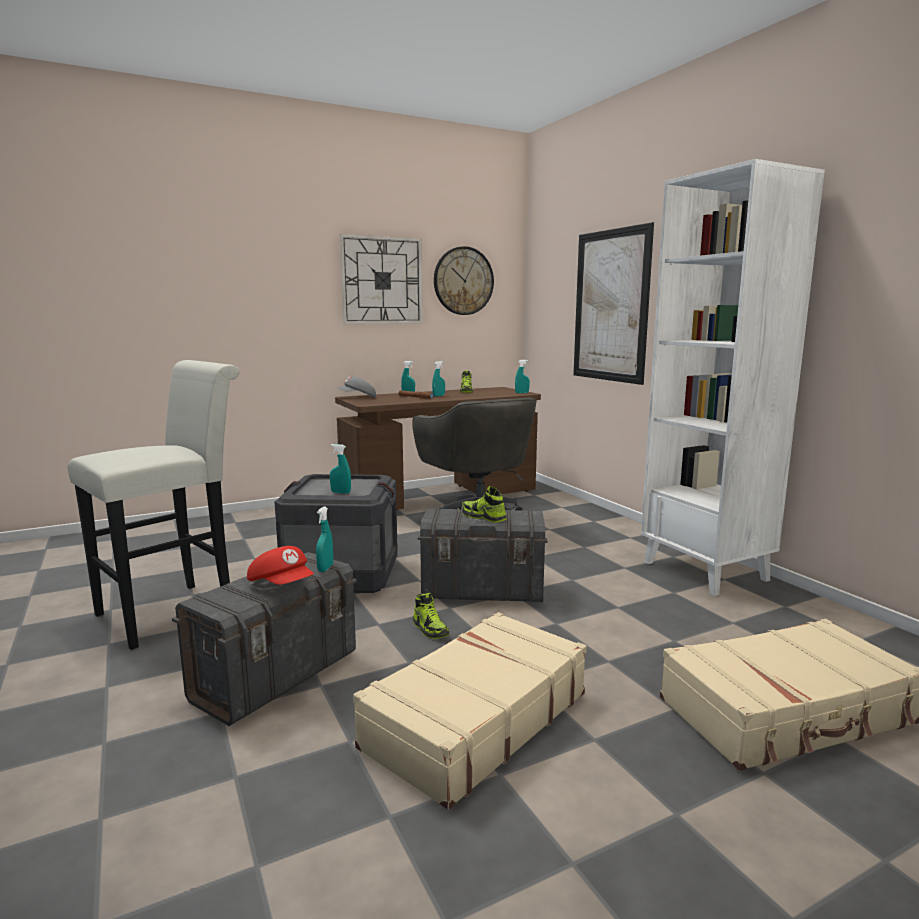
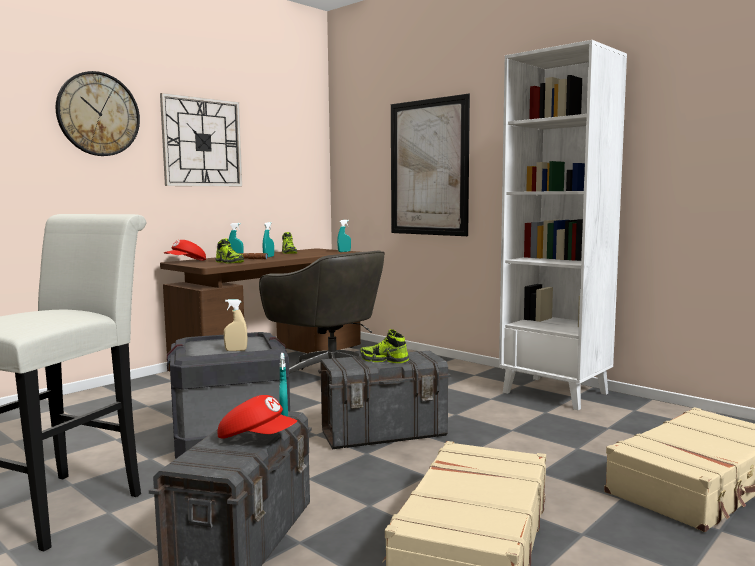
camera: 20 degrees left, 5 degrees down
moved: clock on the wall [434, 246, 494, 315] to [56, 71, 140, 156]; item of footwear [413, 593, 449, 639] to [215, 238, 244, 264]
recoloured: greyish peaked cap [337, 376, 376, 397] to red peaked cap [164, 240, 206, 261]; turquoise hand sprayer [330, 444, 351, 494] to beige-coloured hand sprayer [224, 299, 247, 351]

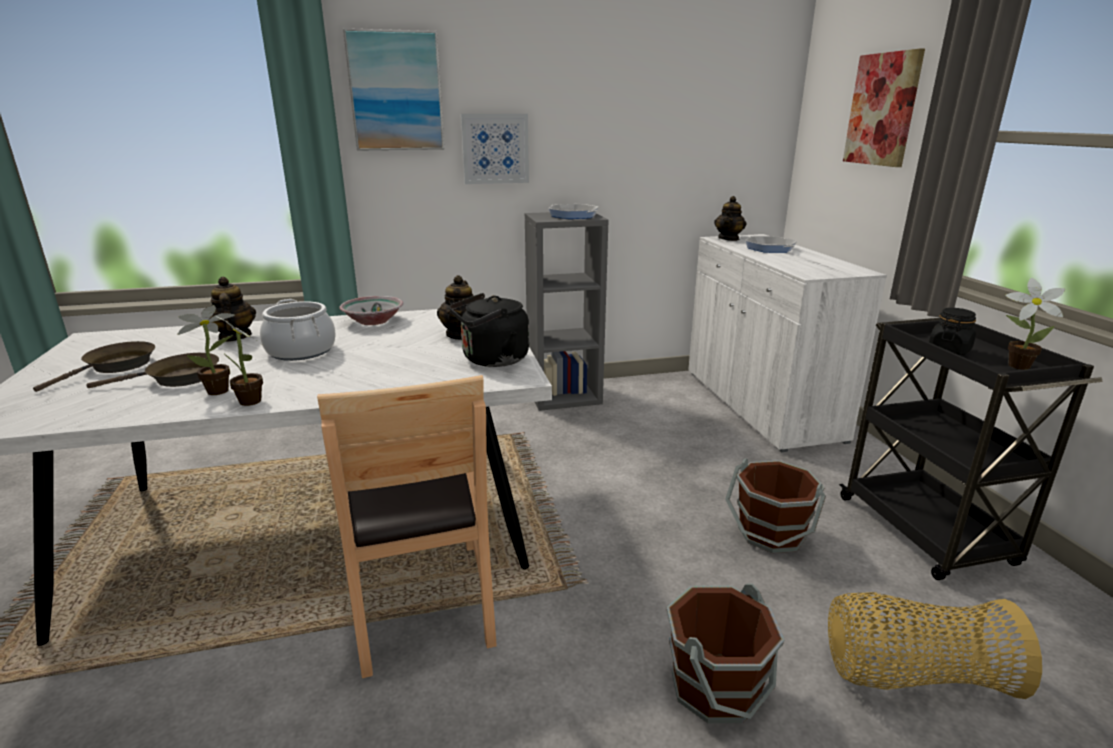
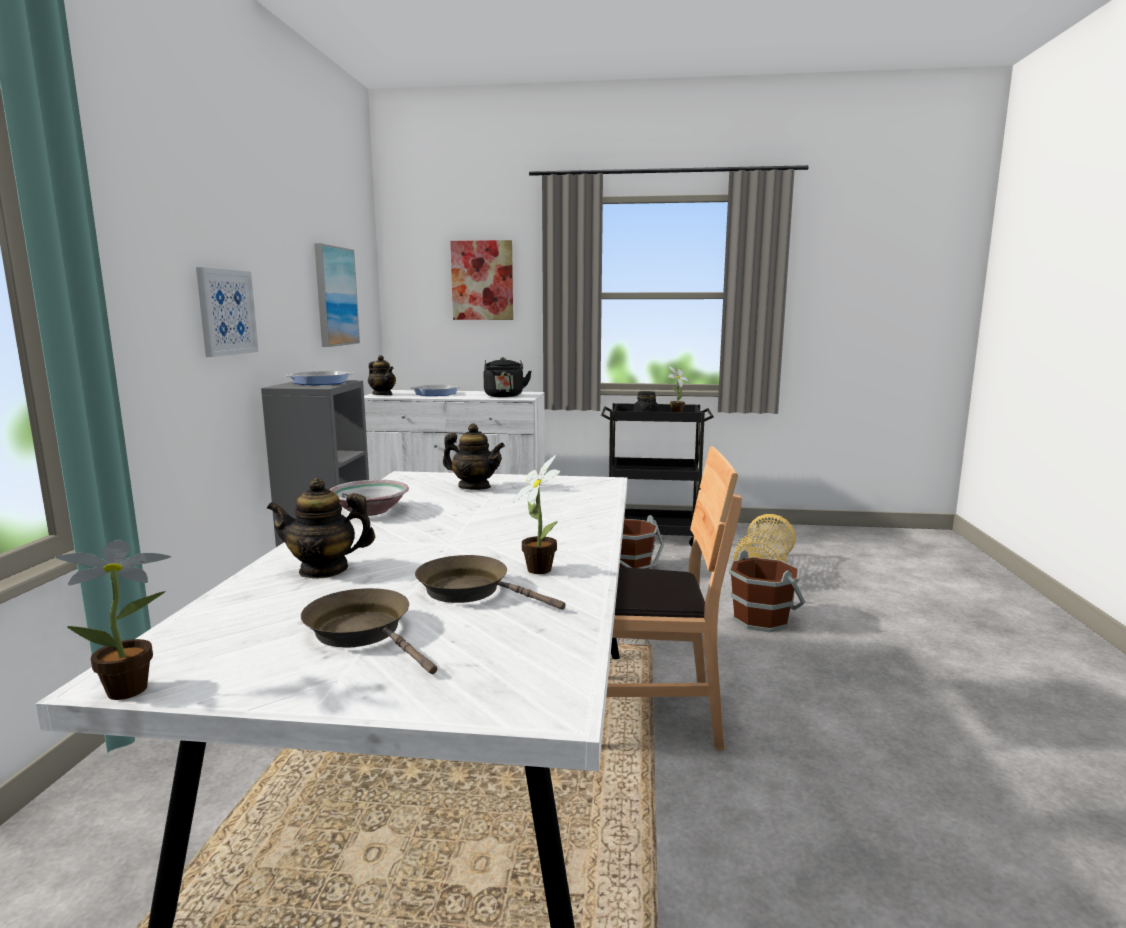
camera: 70 degrees left, 10 degrees down
removed: stockpot [260, 299, 336, 361]
moved: wall art [343, 28, 444, 151] to [314, 243, 360, 347]; black-coloured water kettle [449, 293, 529, 367] to [484, 357, 532, 397]; houseplant [213, 315, 263, 406] to [55, 540, 171, 700]
turned: brown frying pan [87, 353, 219, 388] = [415, 555, 566, 610] 60 degrees counterclockwise

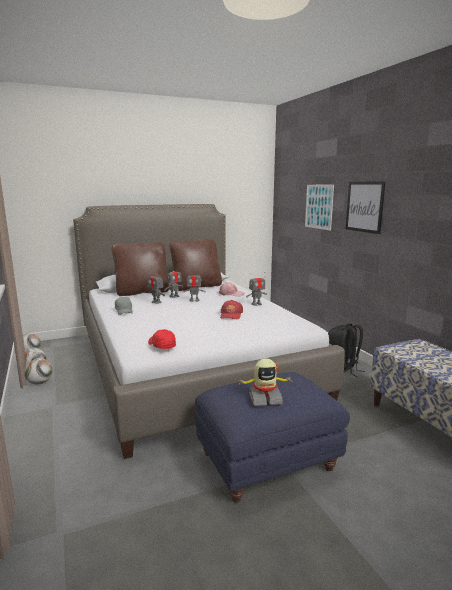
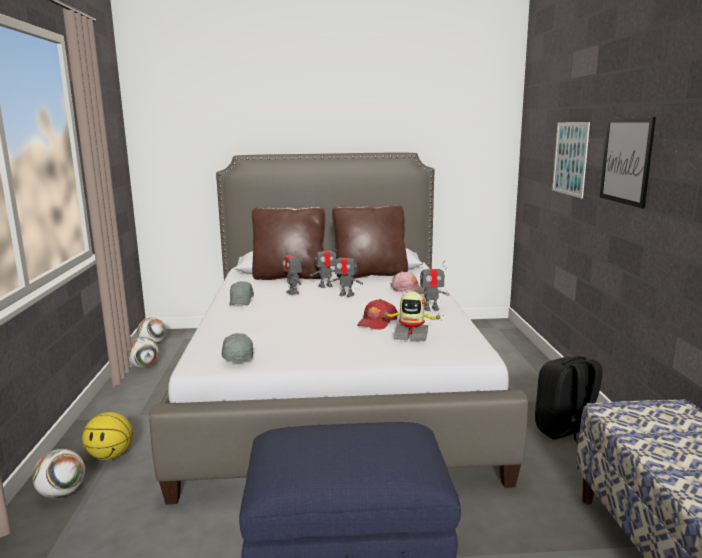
camera: 20 degrees right, 0 degrees up
added: basketball ball [82, 412, 133, 460]
moved: ball for football [24, 358, 53, 385] to [32, 449, 85, 499]; toy robot [237, 358, 291, 406] to [382, 291, 443, 341]
recoloured: red peaked cap [148, 329, 176, 349] to greyish peaked cap [222, 333, 253, 362]

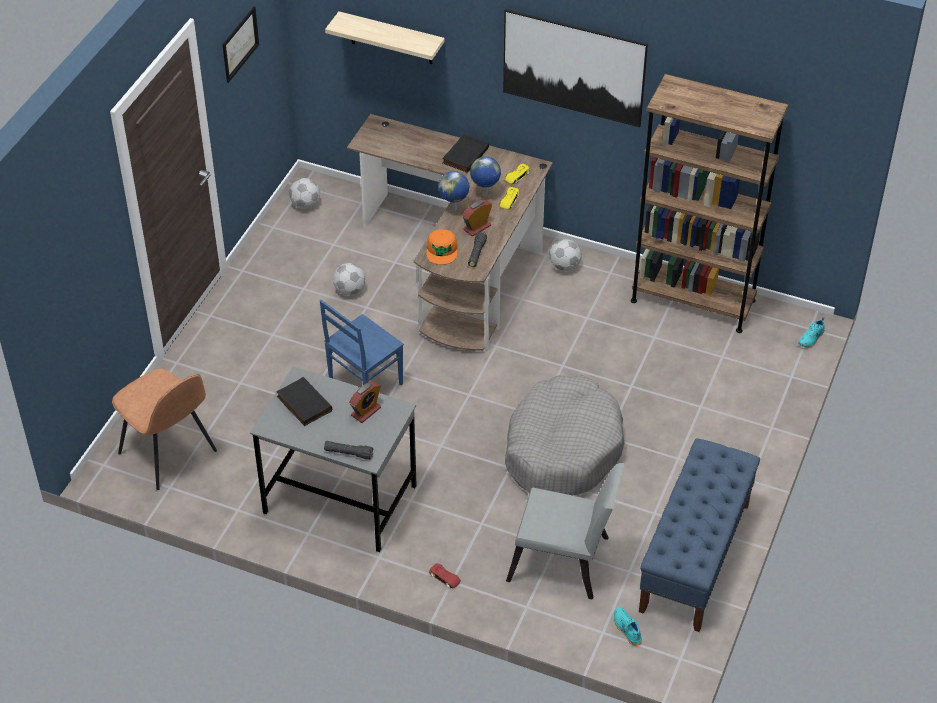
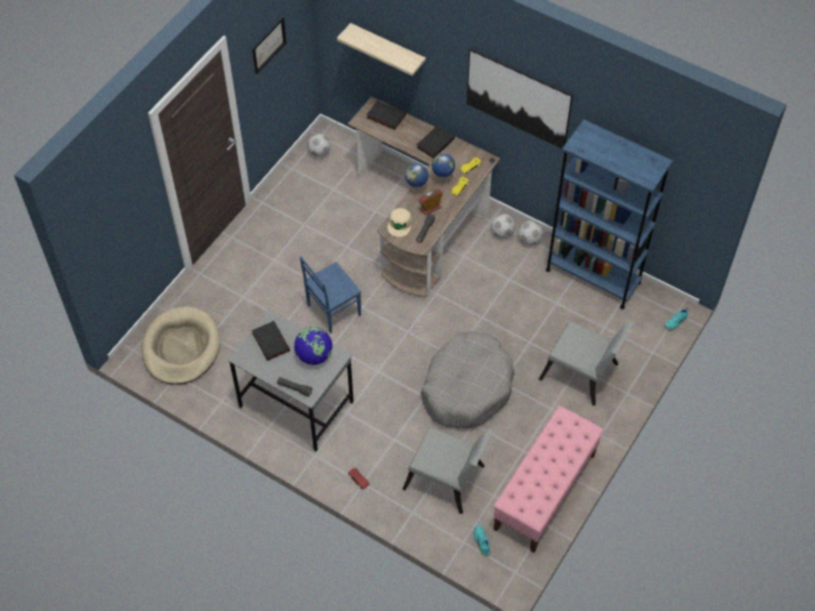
camera: 10 degrees right, 10 degrees up
added: black-coloured volume [366, 100, 406, 130]; greyish upright chair [539, 321, 634, 406]
moved: ball for football [333, 263, 365, 295] to [518, 221, 543, 245]
replaced: brown upright chair [112, 369, 217, 490] to beige-coloured pet bed [141, 307, 220, 385]; alarm clock [349, 381, 381, 423] to desk globe [294, 327, 332, 365]
recoloured: brown bookshelf [631, 74, 788, 333] to blue-coloured bookshelf [546, 120, 673, 309]; orange peaked cap [426, 229, 457, 265] to beige-coloured peaked cap [387, 208, 412, 237]; blue-coloured bench [639, 438, 760, 632] to pink-coloured bench [493, 406, 604, 553]

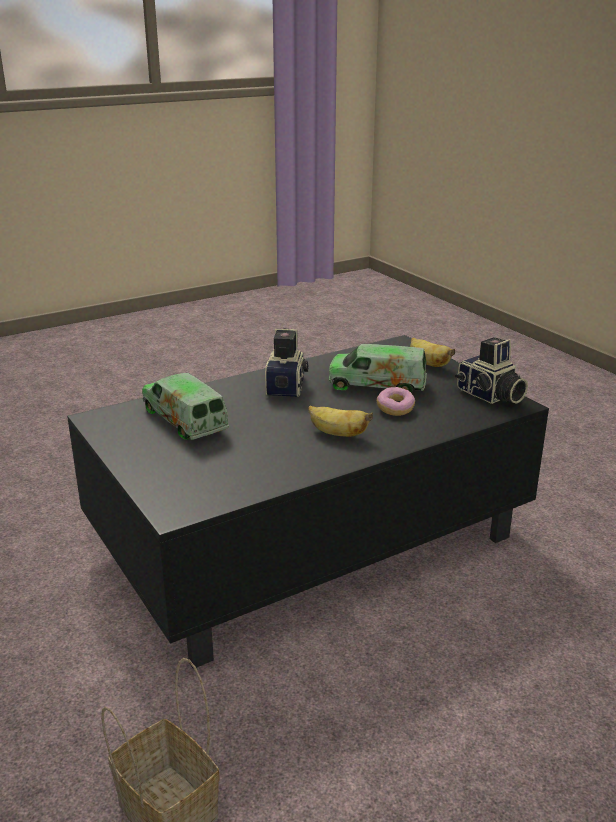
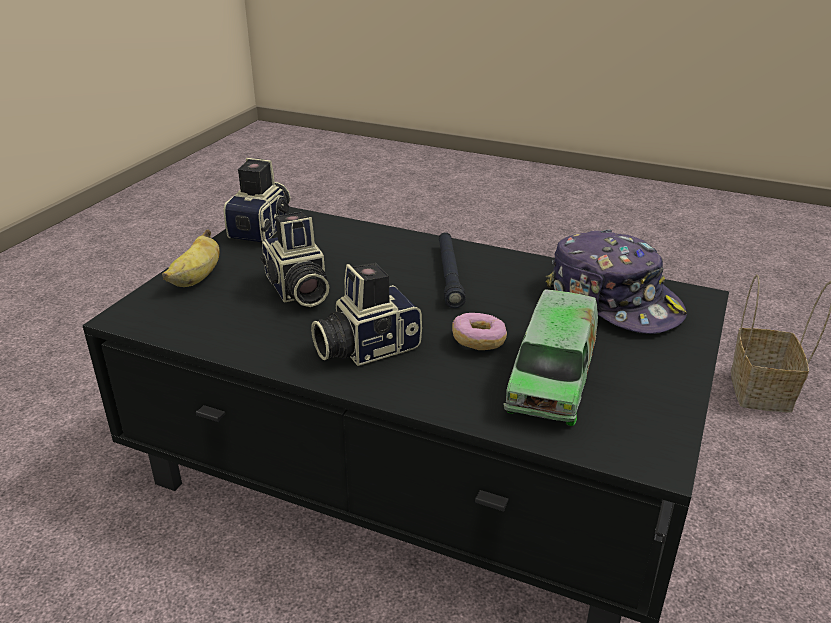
camera: 125 degrees left, 5 degrees up
added: peaked cap [545, 230, 687, 334]
moved: doughnut [377, 387, 415, 416] to [452, 313, 507, 350]
replaced: model truck [329, 344, 427, 393] to still camera [260, 212, 329, 307]; banana fruit [308, 406, 373, 437] to black-coloured hand torch [439, 232, 466, 308]

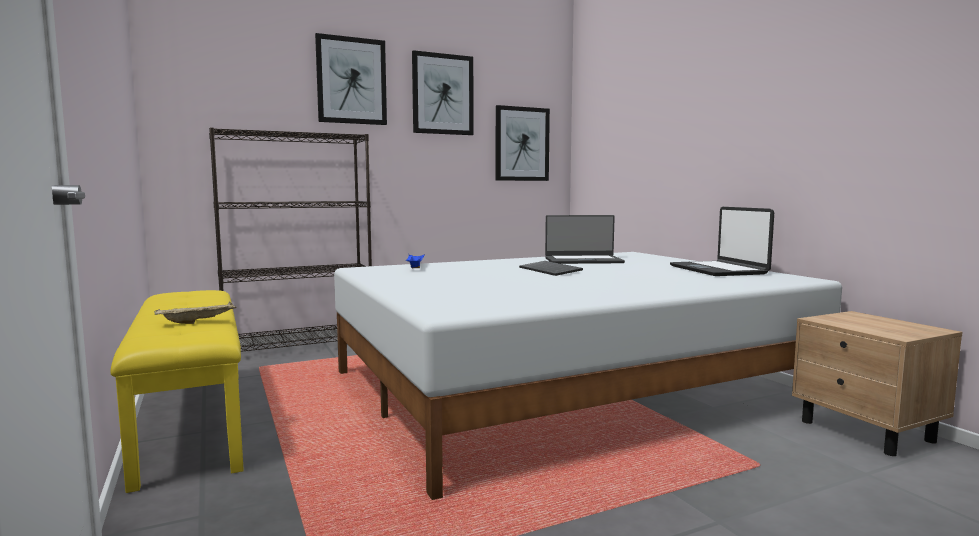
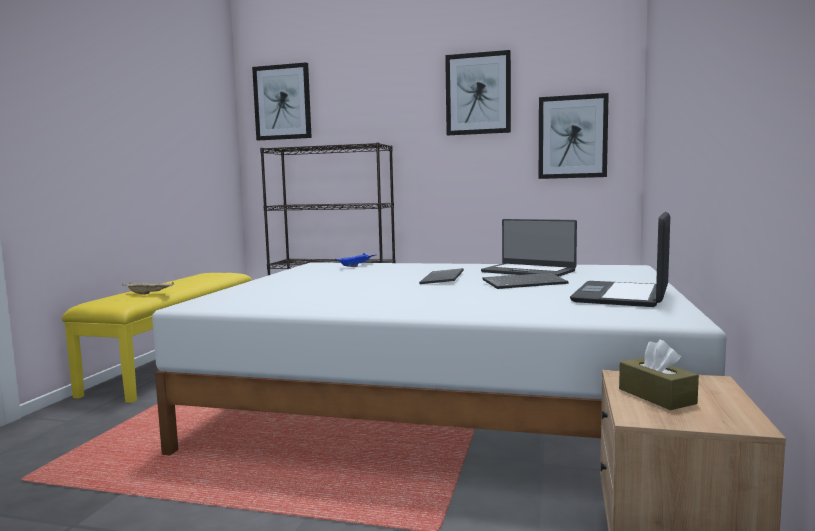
camera: 40 degrees right, 0 degrees up
added: computer keyboard [482, 273, 569, 289]; brown box of tissues [619, 340, 699, 410]
moved: wall art [315, 33, 387, 125] to [252, 62, 312, 140]

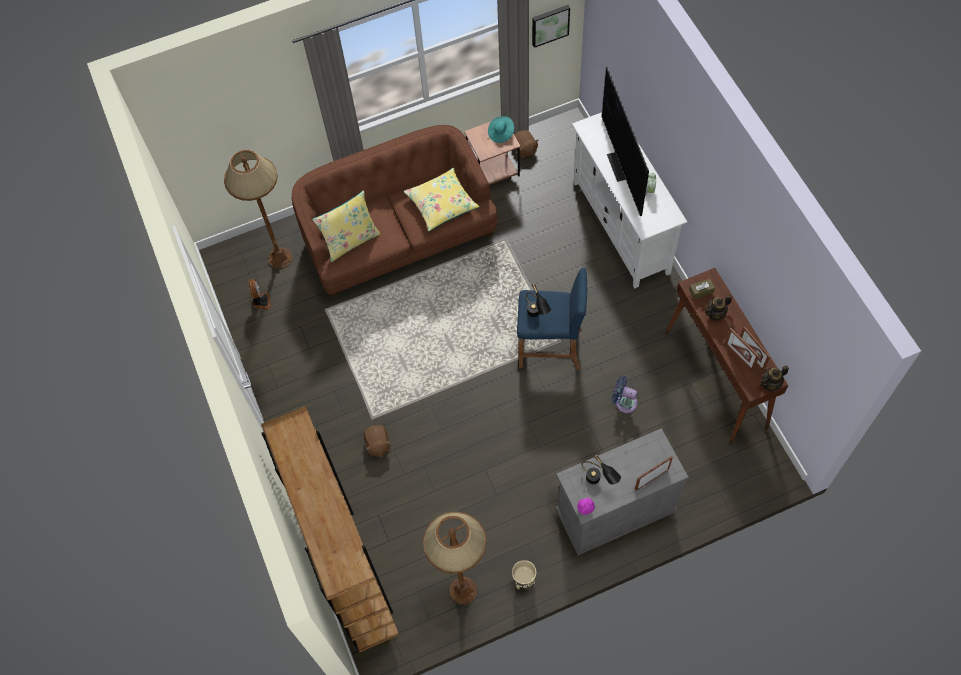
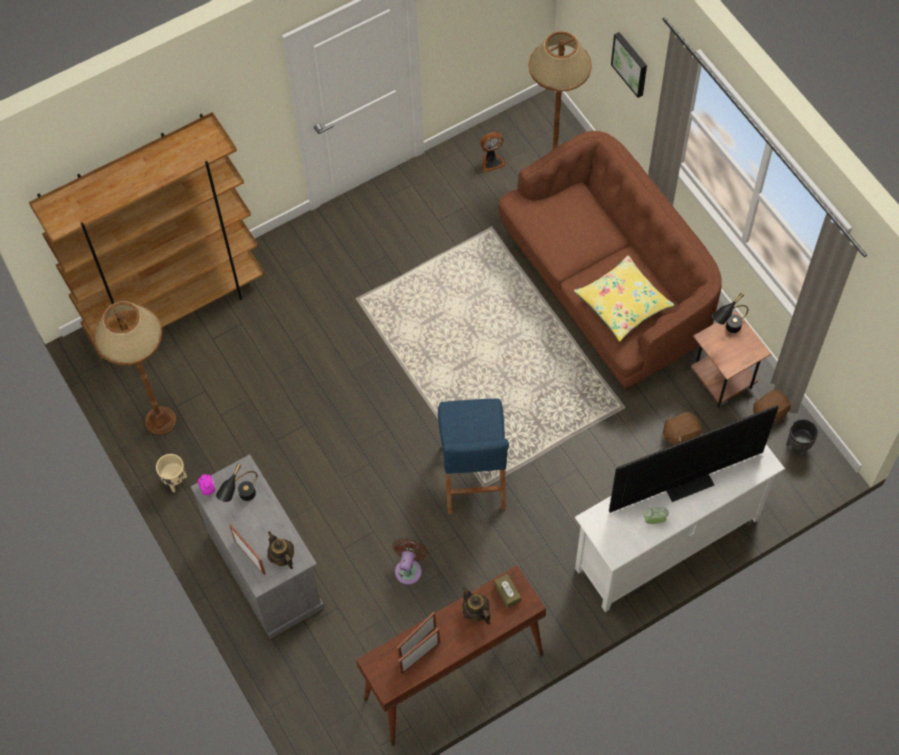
camera: 80 degrees right, 0 degrees up
removed: turquoise clothing hat [488, 116, 514, 143]; yellow-coloured pillow [312, 190, 381, 262]
added: black-coloured planter [786, 419, 818, 457]
moved: wall art [532, 5, 570, 48] to [611, 32, 647, 98]; black-coloured table lamp [526, 284, 551, 317] to [712, 293, 748, 333]; teapot [760, 366, 789, 391] to [268, 531, 294, 569]; brown cuddly toy [364, 425, 391, 457] to [662, 412, 702, 445]
recoloured: blue-coloured fan [612, 376, 637, 413] to brown fan [392, 538, 428, 585]

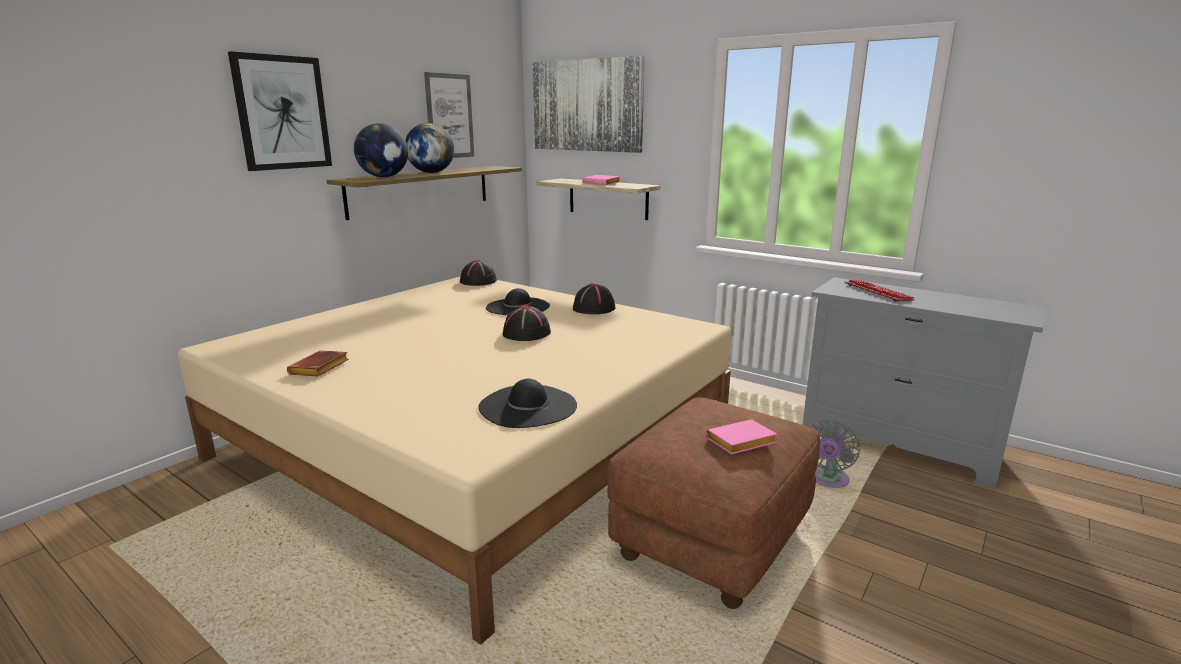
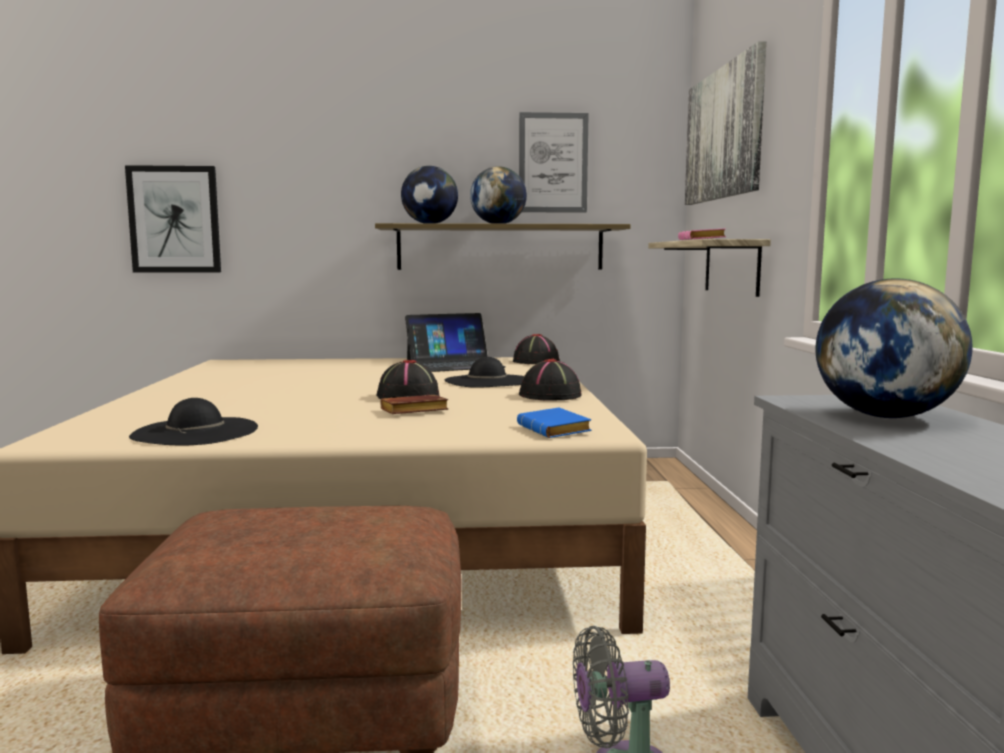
camera: 50 degrees right, 10 degrees down
removed: pink-coloured volume [707, 419, 777, 454]
added: portable computer [405, 313, 506, 372]; blue-coloured volume [517, 408, 592, 438]
moved: wall art [228, 51, 332, 171] to [125, 165, 221, 273]; brown volume [287, 350, 349, 376] to [380, 395, 448, 414]
replaced: computer keyboard [844, 280, 915, 301] to desk globe [816, 278, 973, 418]

